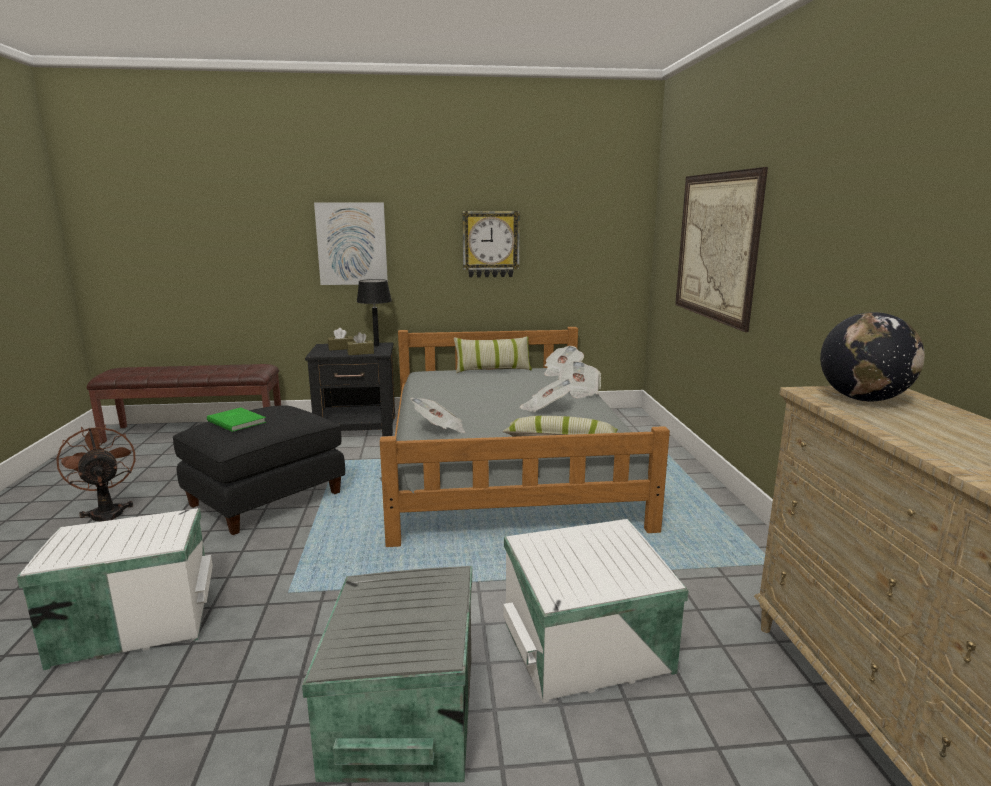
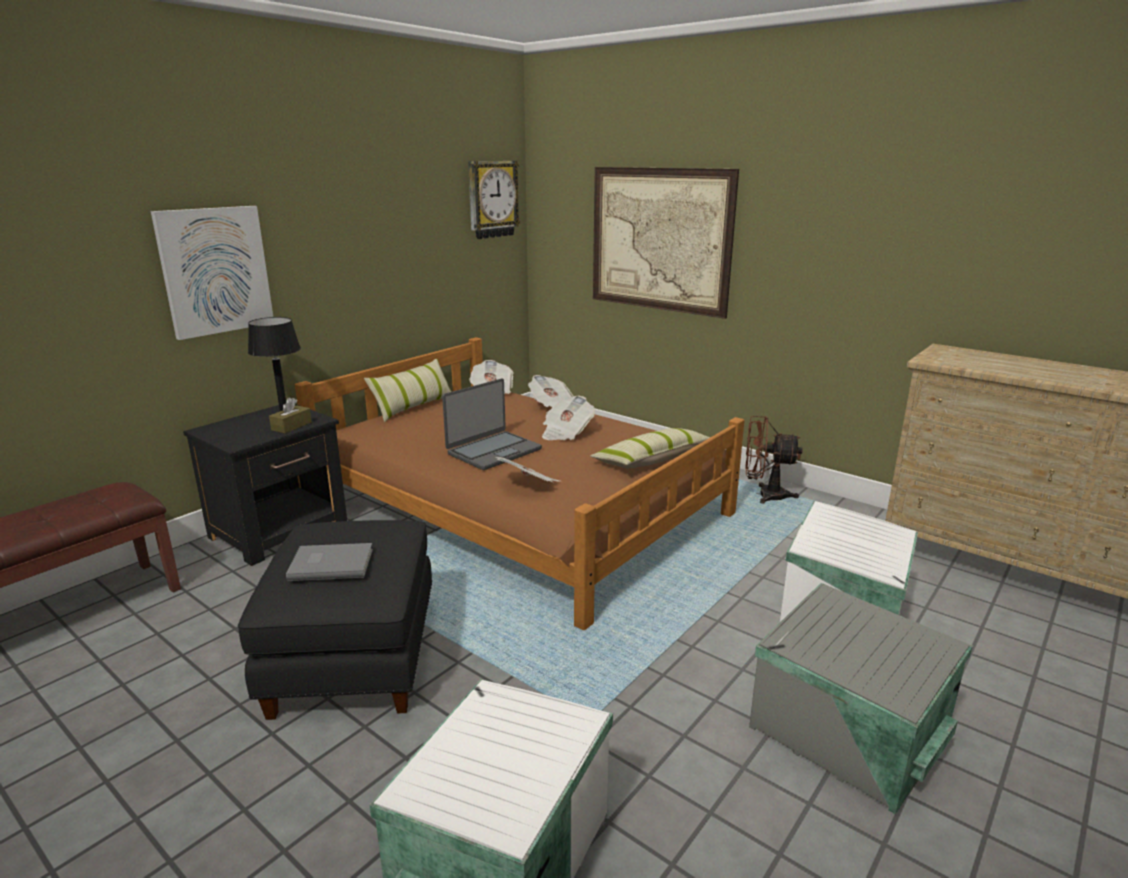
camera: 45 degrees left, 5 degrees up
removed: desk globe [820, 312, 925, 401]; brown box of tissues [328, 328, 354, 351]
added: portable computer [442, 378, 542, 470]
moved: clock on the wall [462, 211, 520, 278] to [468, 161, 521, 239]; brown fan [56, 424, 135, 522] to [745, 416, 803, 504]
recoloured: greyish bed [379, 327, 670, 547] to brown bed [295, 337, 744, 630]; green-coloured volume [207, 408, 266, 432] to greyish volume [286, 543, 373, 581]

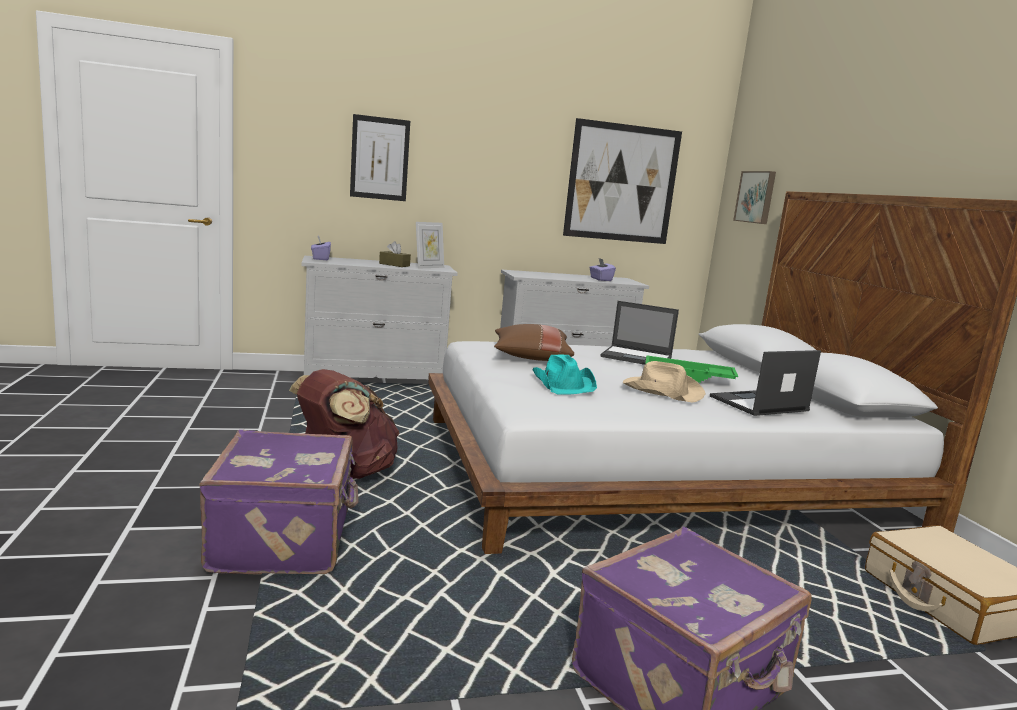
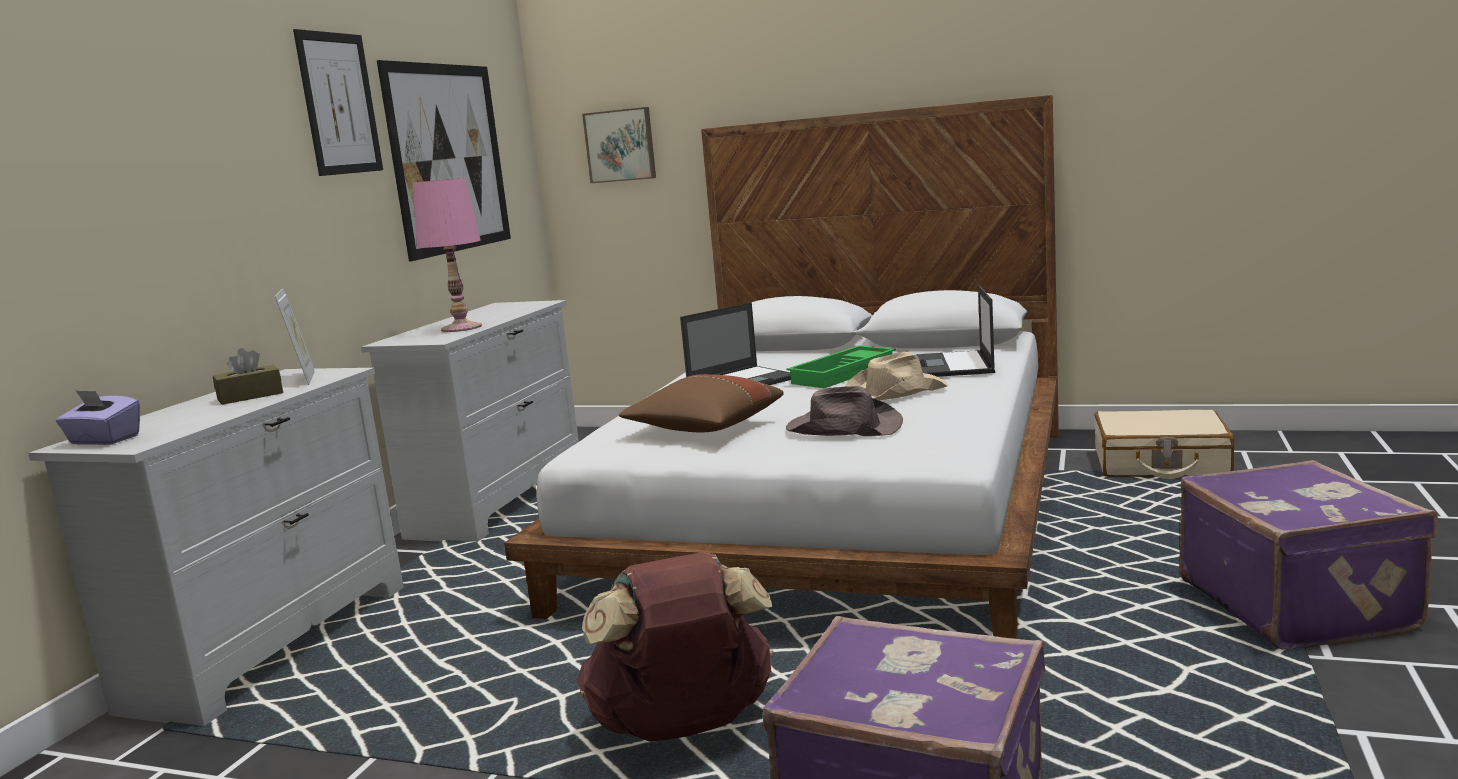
camera: 55 degrees left, 0 degrees up
removed: purplish box of tissues [589, 258, 616, 281]
added: pink-coloured table lamp [413, 178, 482, 332]
moved: wall art [350, 114, 410, 201] to [293, 29, 383, 176]
recoloured: turquoise clothing hat [532, 355, 597, 395] to brown clothing hat [786, 386, 903, 436]

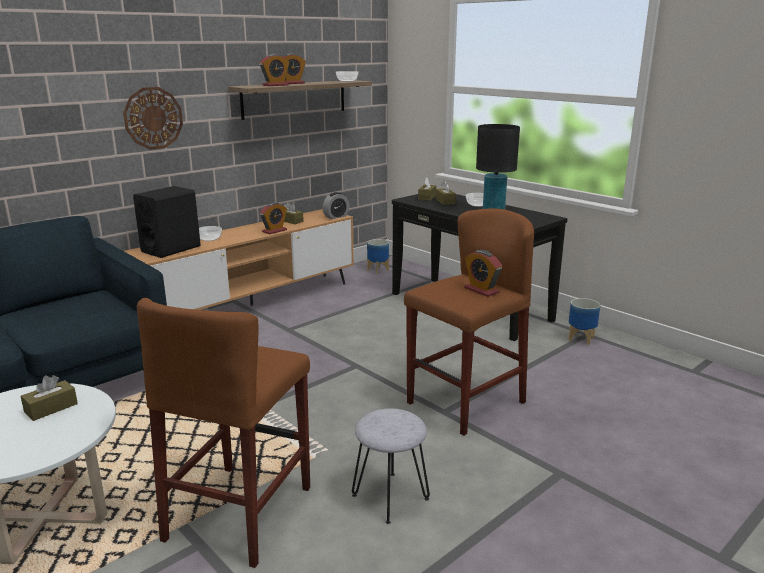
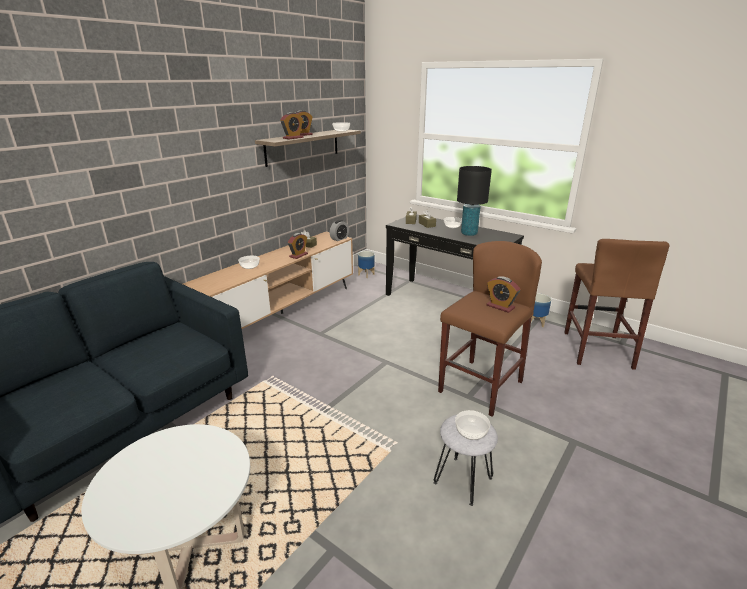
camera: 10 degrees left, 5 degrees up
removed: clock on the wall [123, 87, 183, 150]; black-coloured speaker [133, 186, 201, 258]; brown box of tissues [21, 375, 78, 421]
added: deep dish [455, 410, 490, 440]
moved: brown sitting stool [137, 298, 310, 568] to [564, 239, 669, 370]

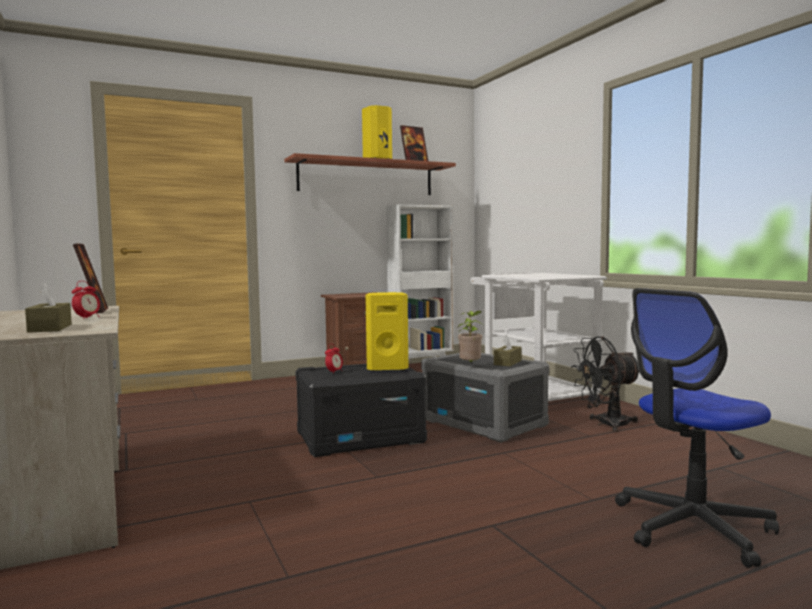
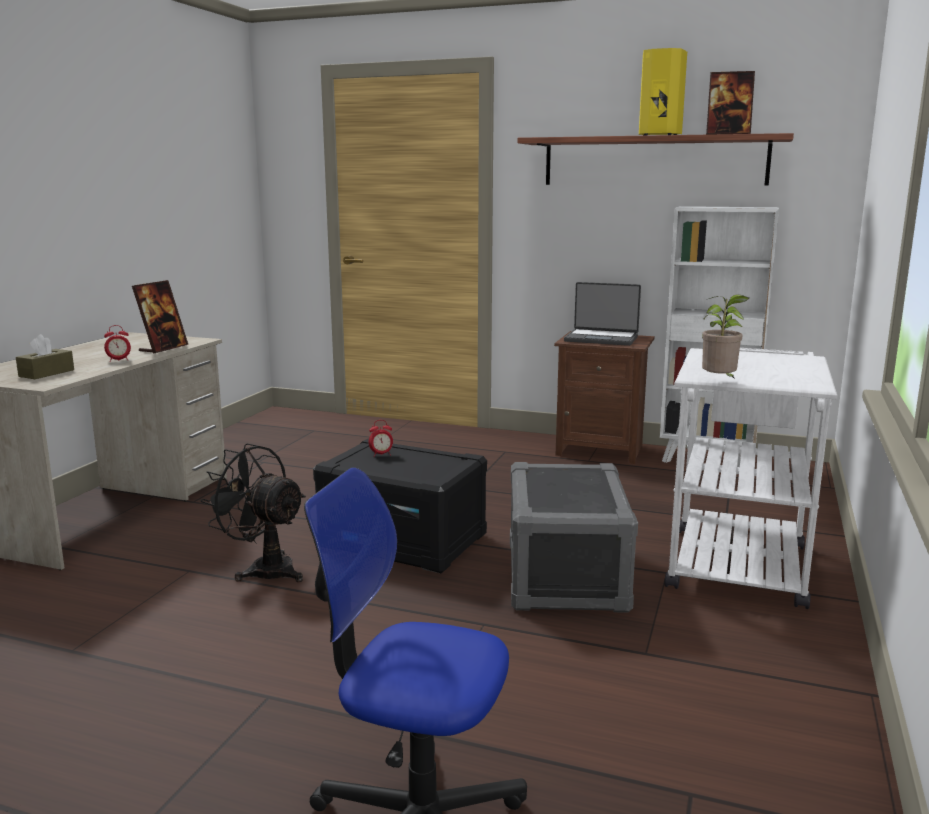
camera: 45 degrees right, 10 degrees up
removed: yellow-coloured speaker [365, 292, 408, 371]; brown box of tissues [494, 335, 522, 366]
added: portable computer [564, 282, 641, 346]
moved: houseplant [458, 311, 482, 363] to [702, 295, 749, 379]; black-coloured fan [571, 337, 639, 432] to [200, 443, 306, 582]

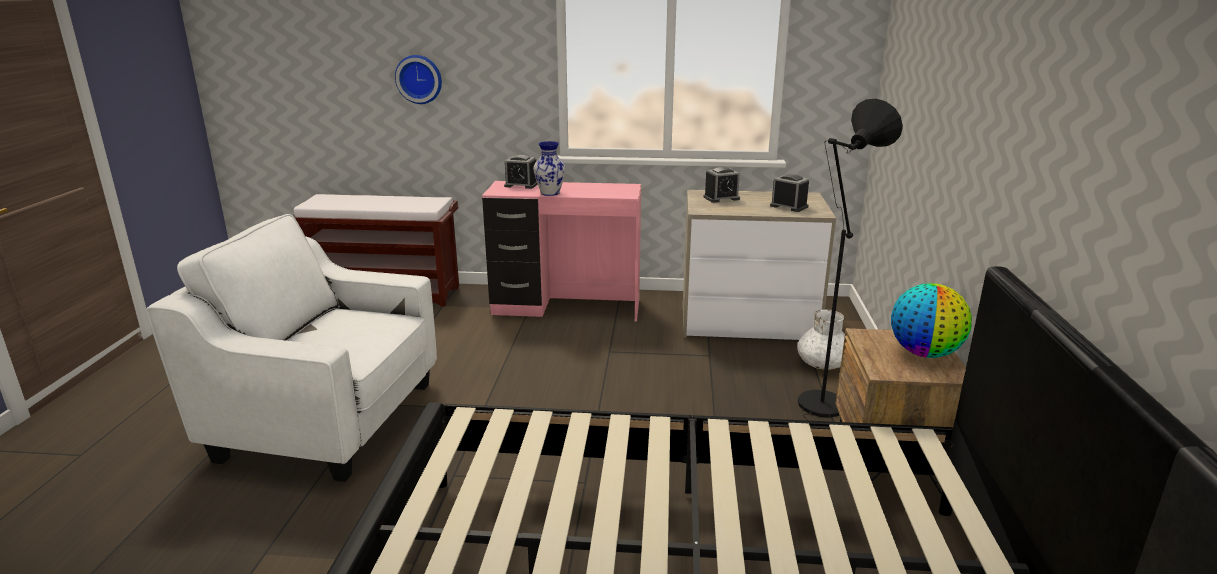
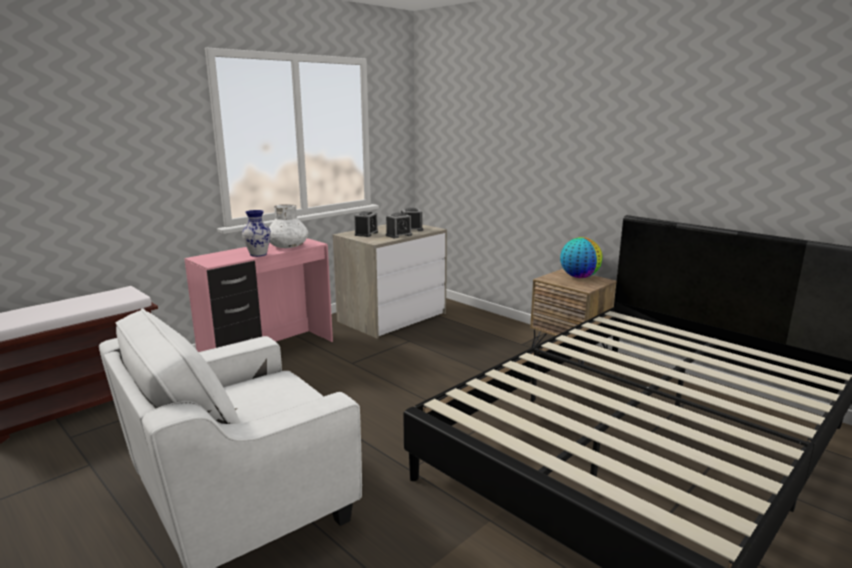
camera: 50 degrees left, 5 degrees down
removed: clock on the wall [395, 55, 442, 104]; black-coloured standing lamp [798, 99, 903, 418]
moved: alarm clock [504, 155, 538, 189] to [386, 213, 412, 238]; whitish flower vase [797, 309, 845, 370] to [269, 204, 308, 248]

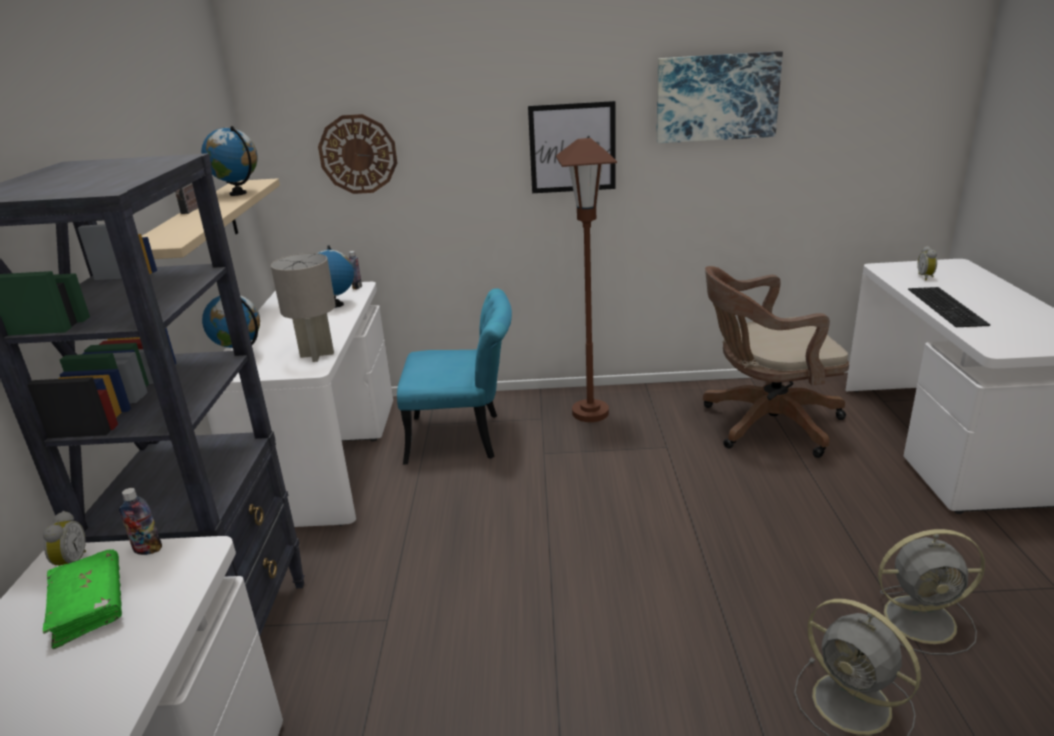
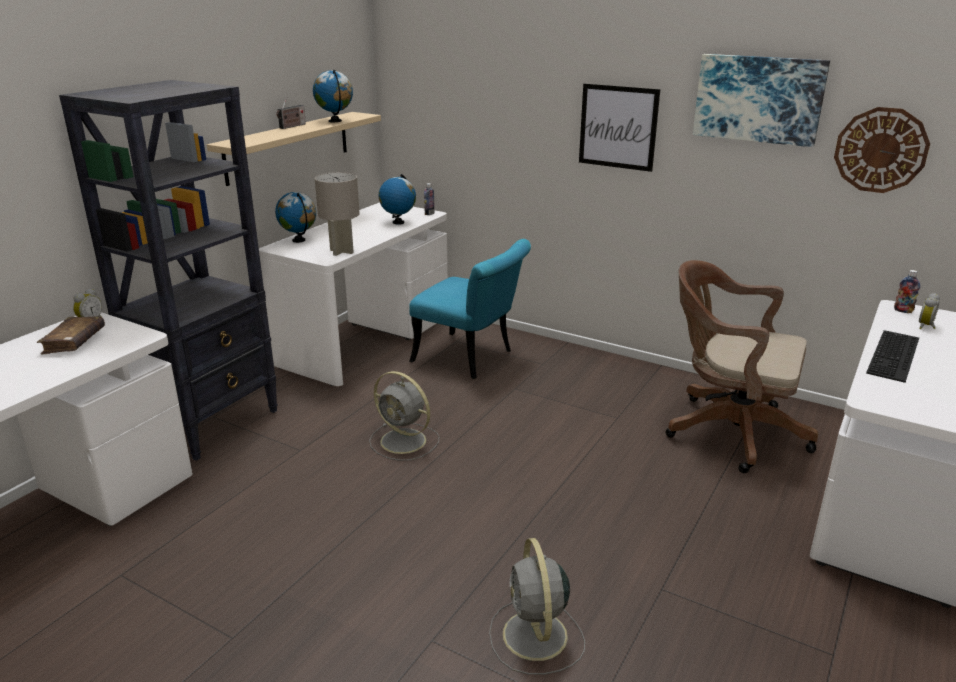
camera: 30 degrees right, 0 degrees up
removed: brown standing lamp [556, 138, 617, 422]
moved: clock on the wall [318, 114, 397, 194] to [834, 107, 930, 193]; beverage bottle [119, 488, 162, 555] to [894, 270, 920, 313]; greyish fan [865, 529, 985, 655] to [369, 371, 439, 461]
recoloured: green-coloured volume [43, 549, 122, 649] to brown volume [37, 316, 105, 354]

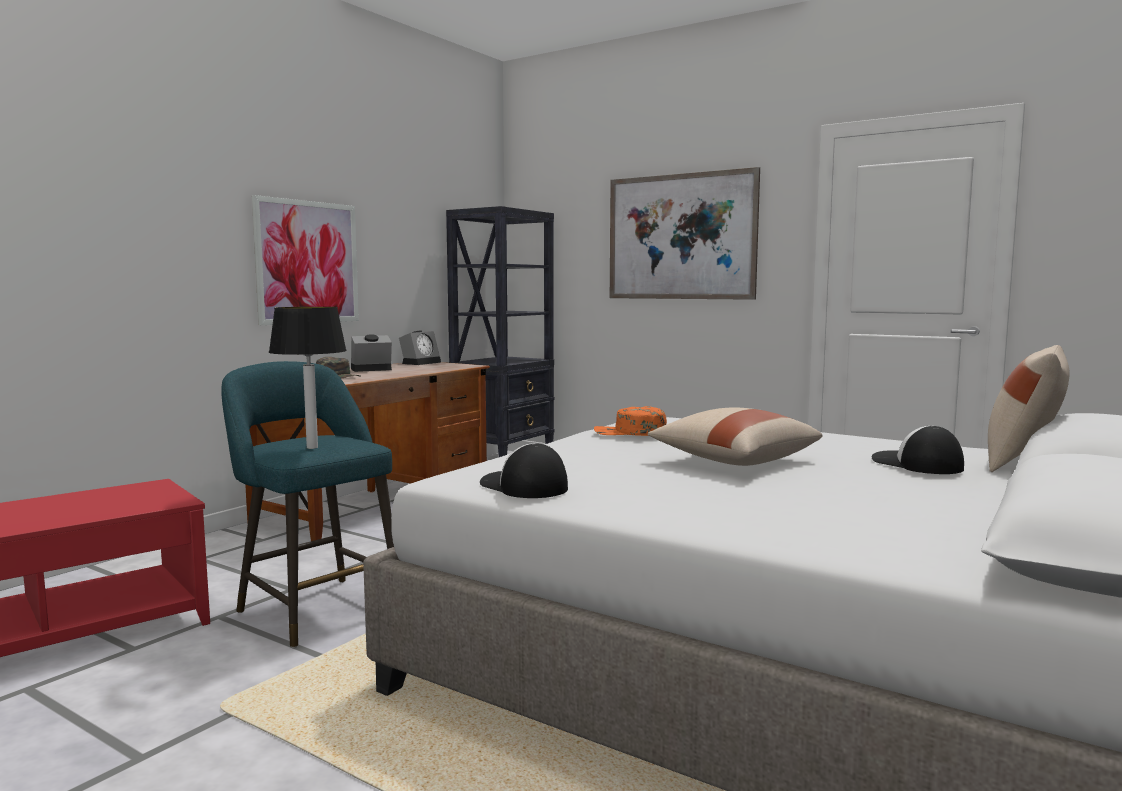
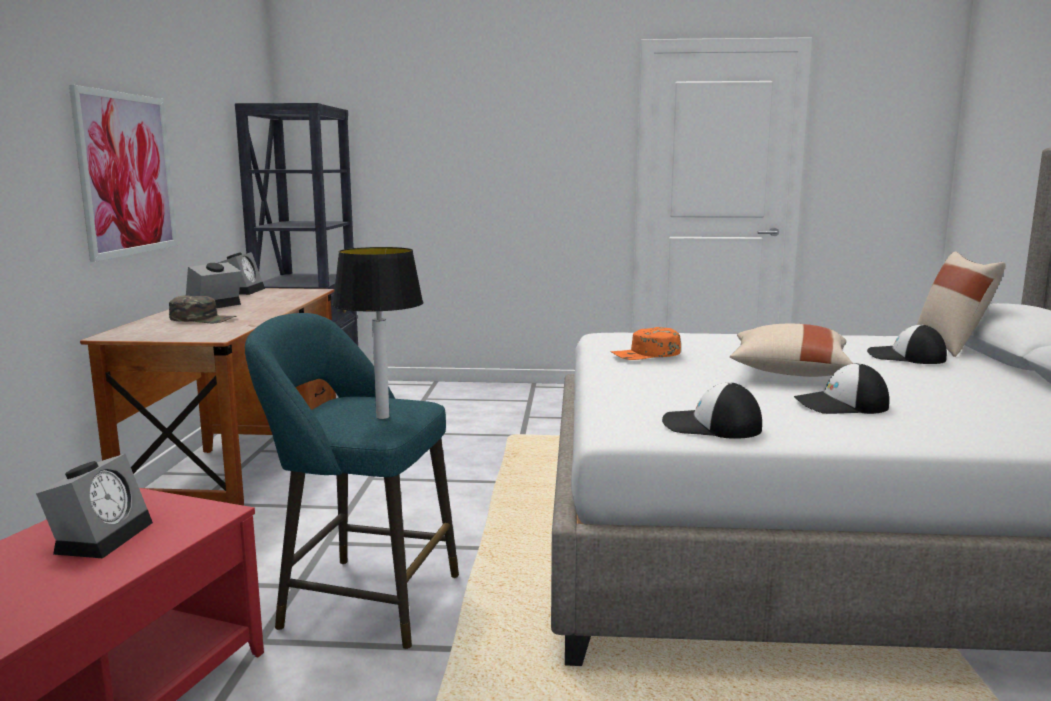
camera: 30 degrees left, 5 degrees up
removed: wall art [610, 167, 760, 300]
added: peaked cap [794, 363, 889, 414]; alarm clock [36, 454, 153, 558]

